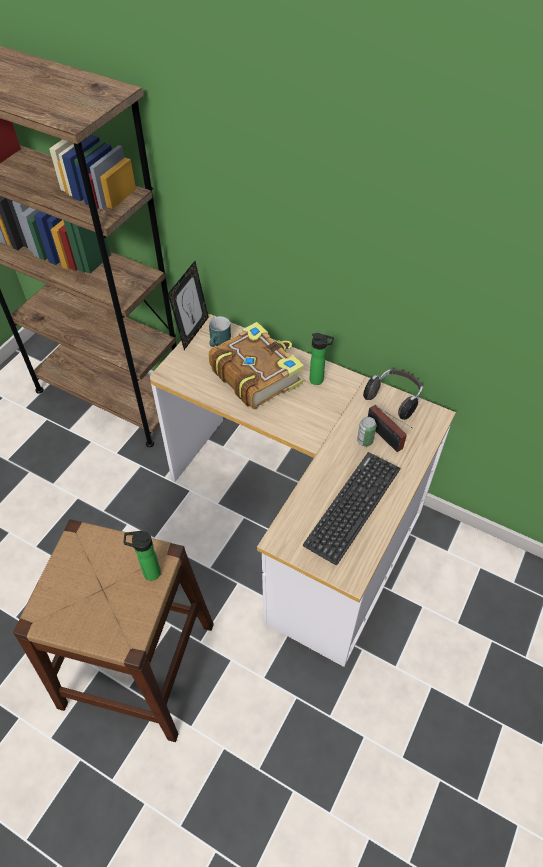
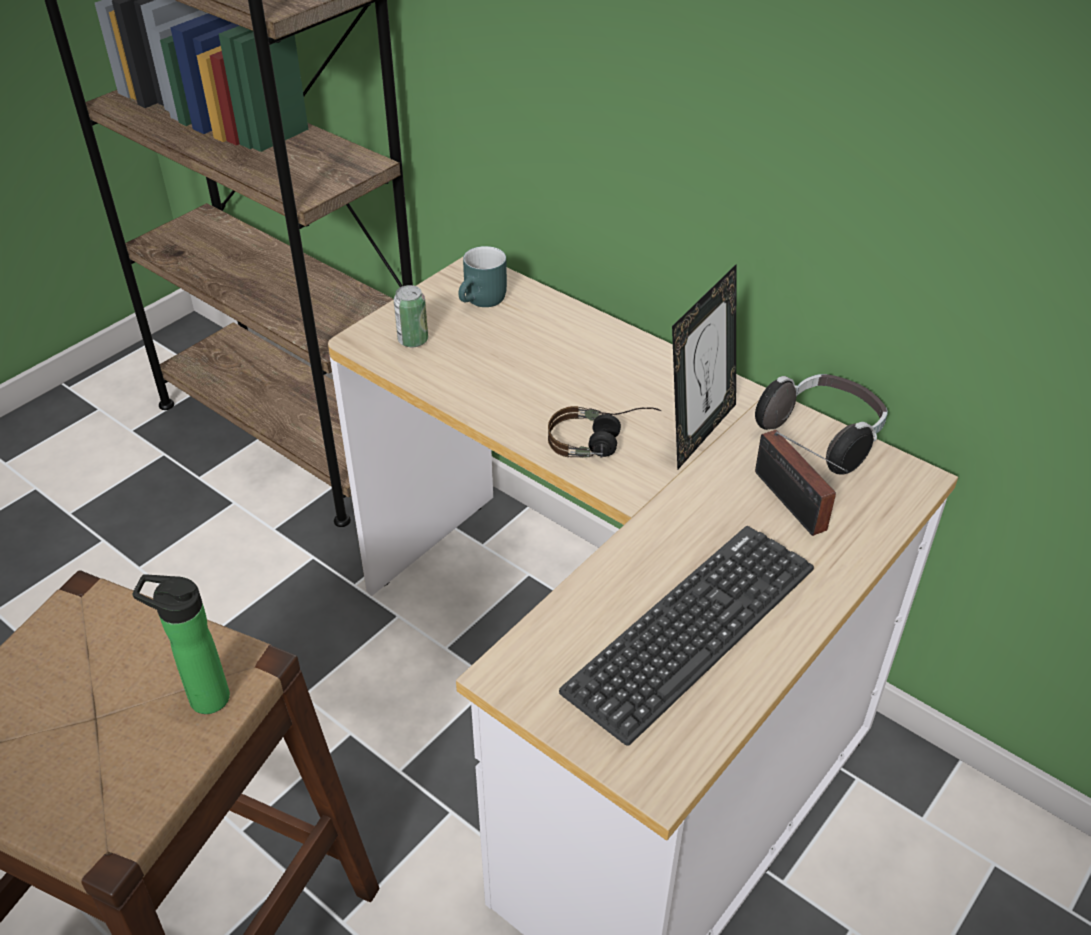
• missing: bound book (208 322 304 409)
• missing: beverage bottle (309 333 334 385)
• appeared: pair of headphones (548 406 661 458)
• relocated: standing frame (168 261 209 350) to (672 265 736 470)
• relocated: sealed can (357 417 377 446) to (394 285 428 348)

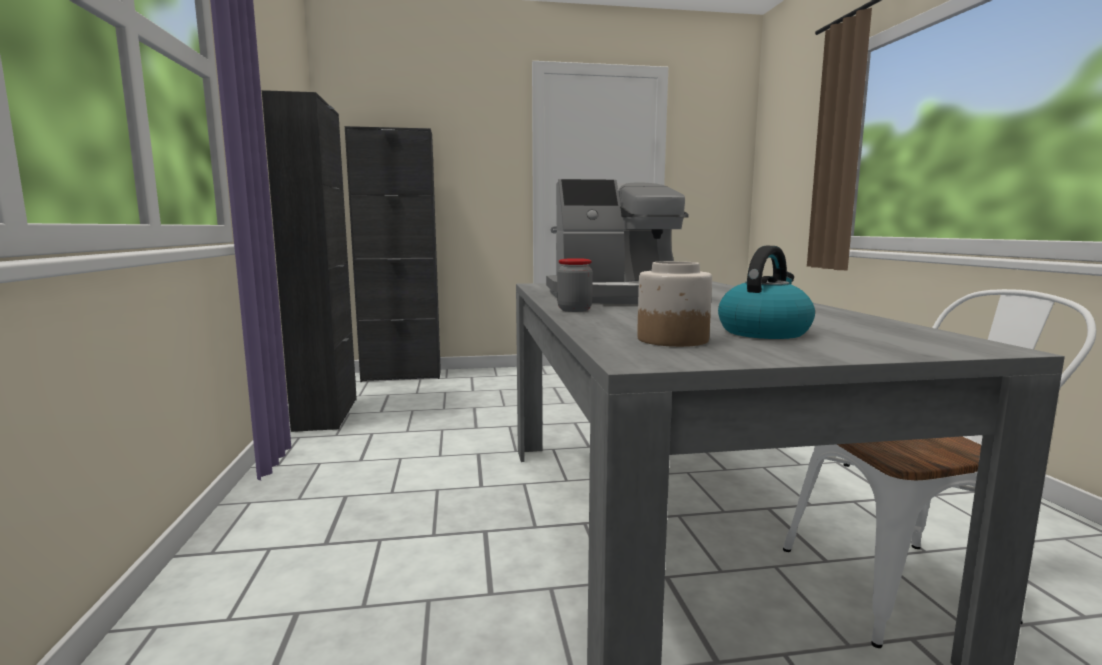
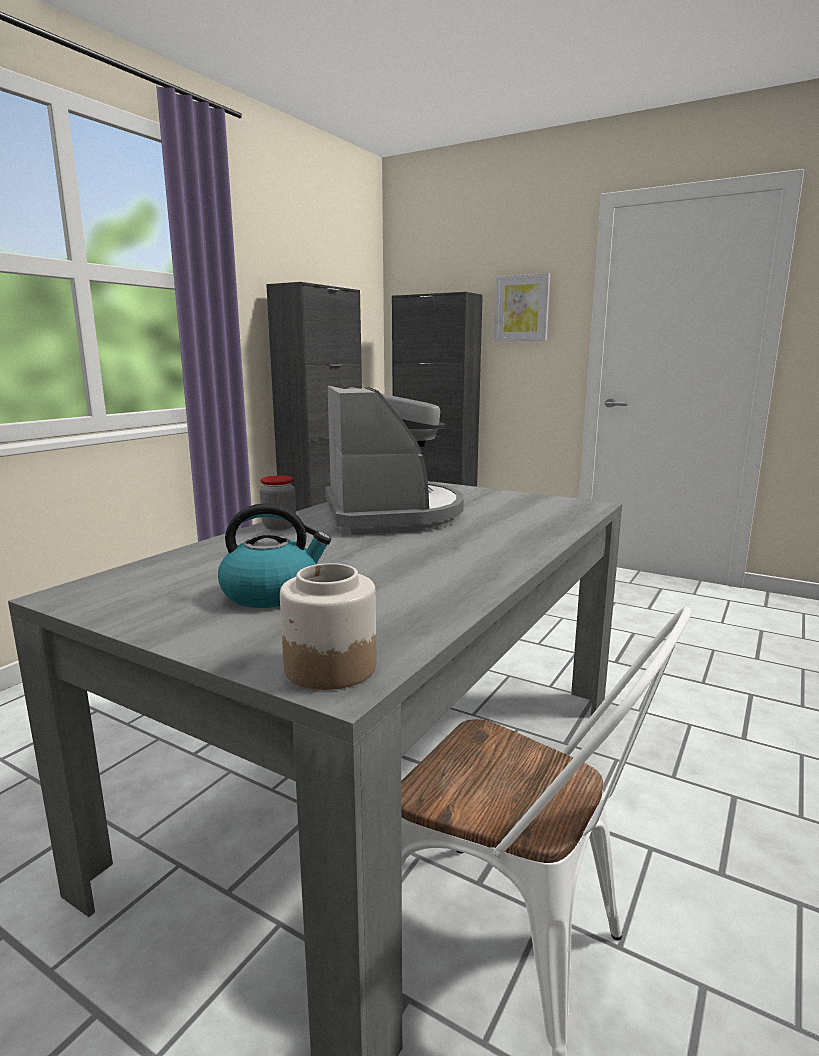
• appeared: wall art (494 273 550 341)
• relocated: storage jar (637 261 712 347) to (280 563 377 690)
• spun: coffee brewer (546 179 689 304) = (325 386 464 535) 135 degrees counterclockwise

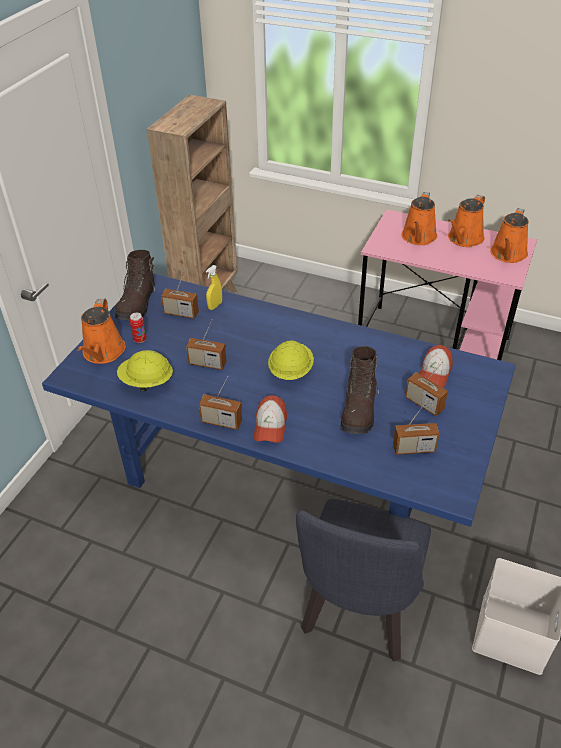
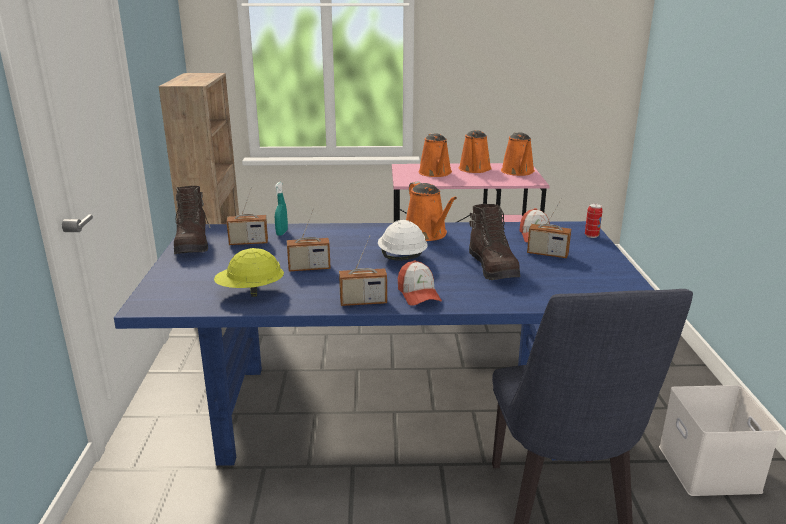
• missing: radio set (393 400 439 455)
• relocated: watering can (orange-coloured) (77 299 126 364) to (406 181 457 241)
• relocated: sealed can (129 313 147 343) to (585 203 603 238)
• colour: spray bottle (yellow-coloured) (206 265 222 310) to spray bottle (turquoise) (275 182 288 236)
• colour: hard hat (yellow-coloured) (268 340 314 380) to hard hat (white-coloured) (378 220 428 261)

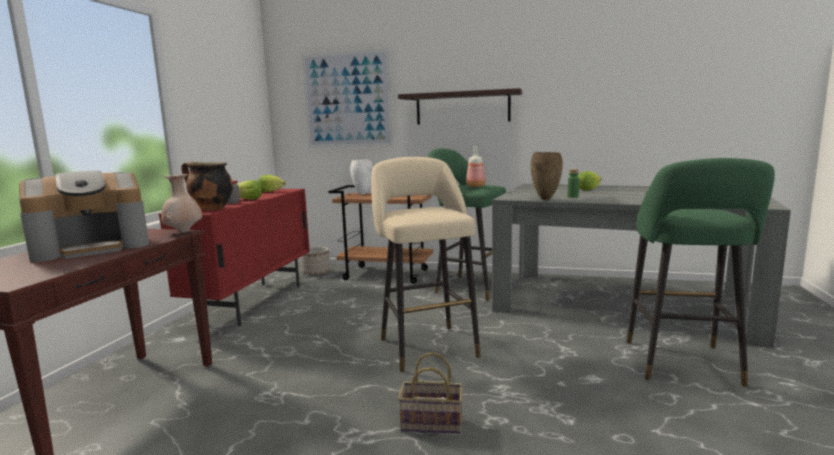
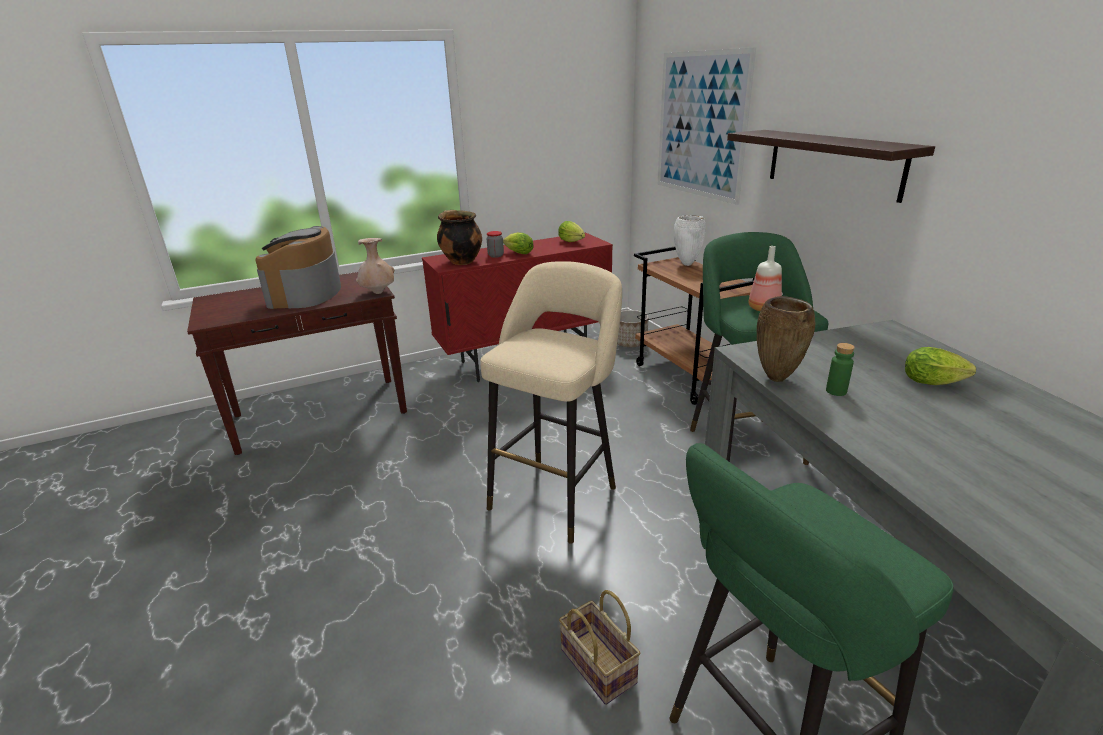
• relocated: household basket (398 352 463 434) to (559 590 640 705)
• spun: coffee brewer (19 171 149 262) = (256 226 341 309) 75 degrees clockwise

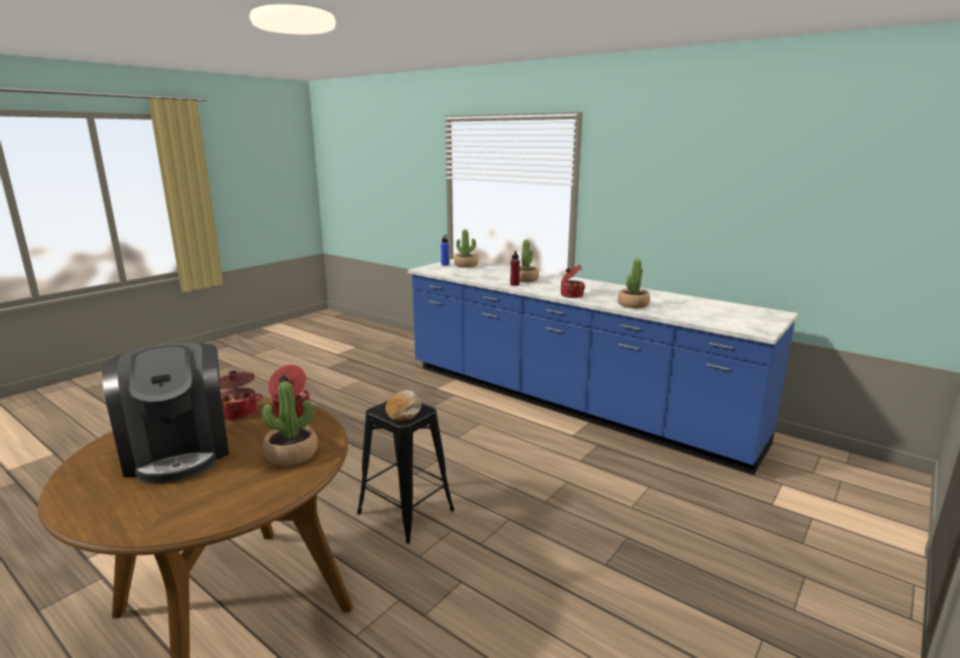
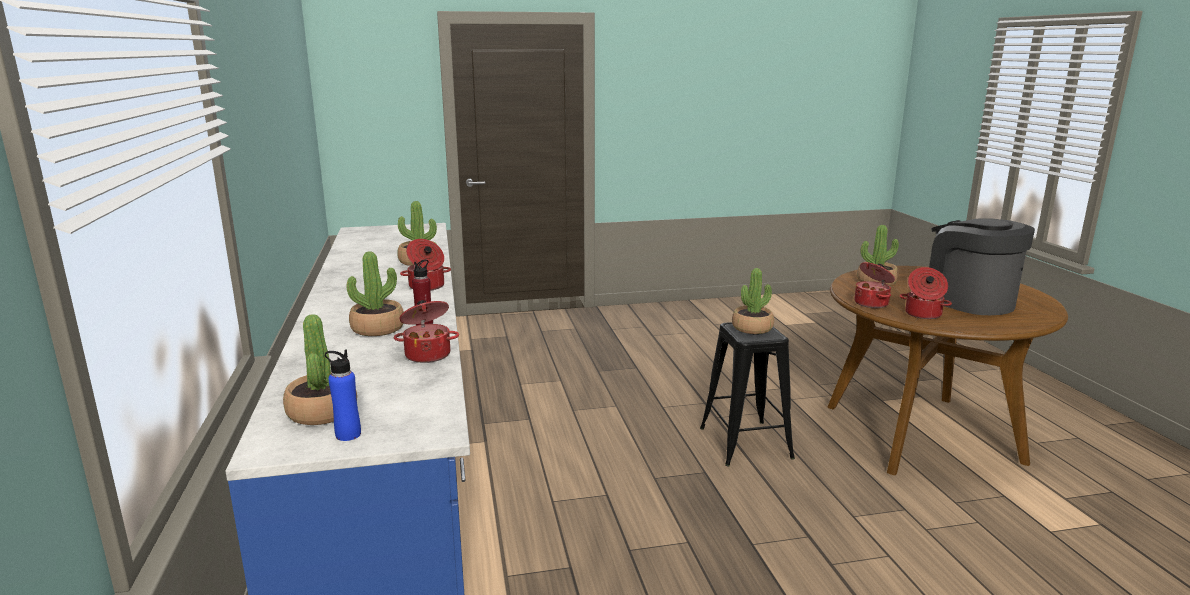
• appeared: stockpot (394 300 459 363)
• exchanged: baked bread (385 390 422 421) to houseplant (732 268 774 334)
• spun: coffee brewer (102 343 229 483) = (929 218 1035 315) 45 degrees counterclockwise

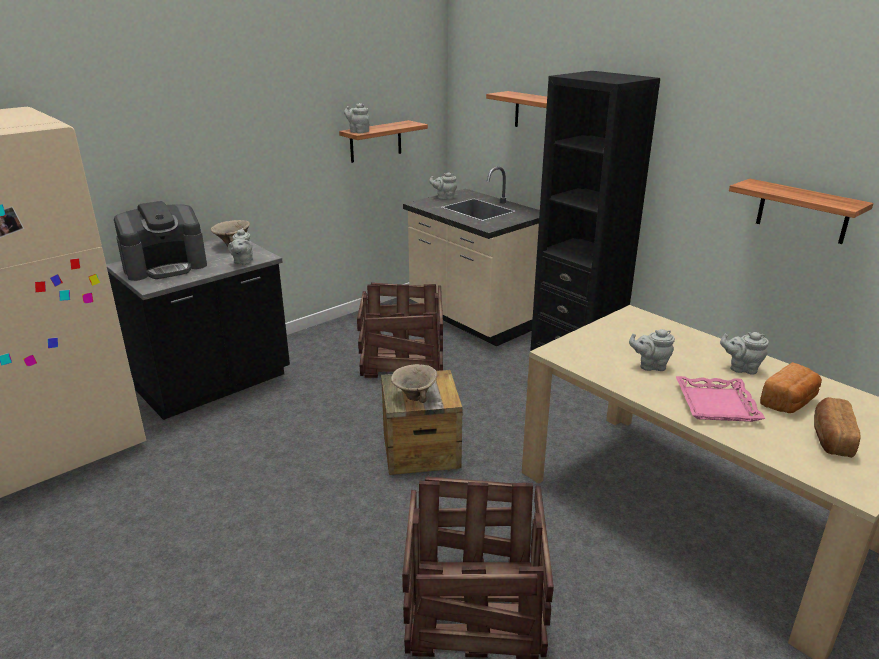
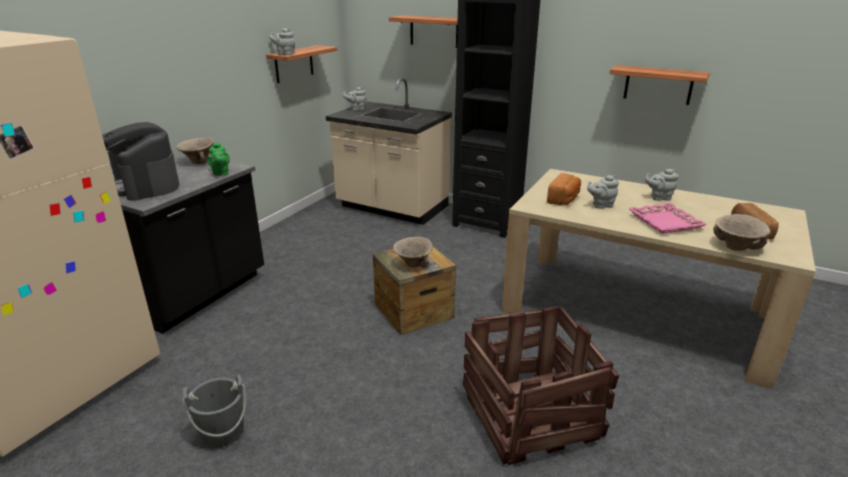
• missing: shipping crate (357 283 443 378)
• appeared: water bucket (grey) (182 374 246 448)
• appeared: bowl (beige) (713 214 770 251)
• relocated: baked bread (760 362 822 413) to (547 173 581 205)
• colour: pot for tea (grey) (228 228 253 265) to pot for tea (greenish) (207 142 230 176)
• spun: coffee brewer (114 201 207 281) = (102 122 179 201) 105 degrees clockwise

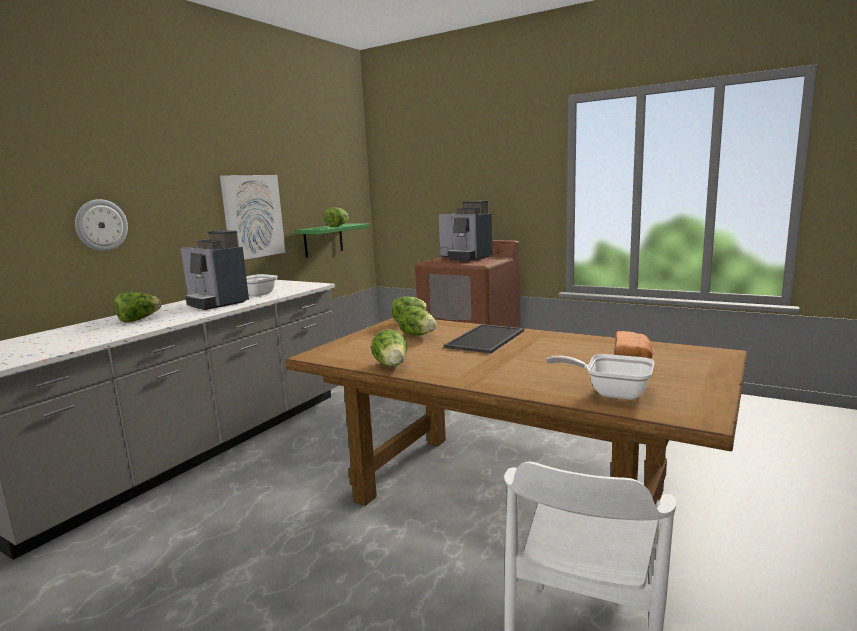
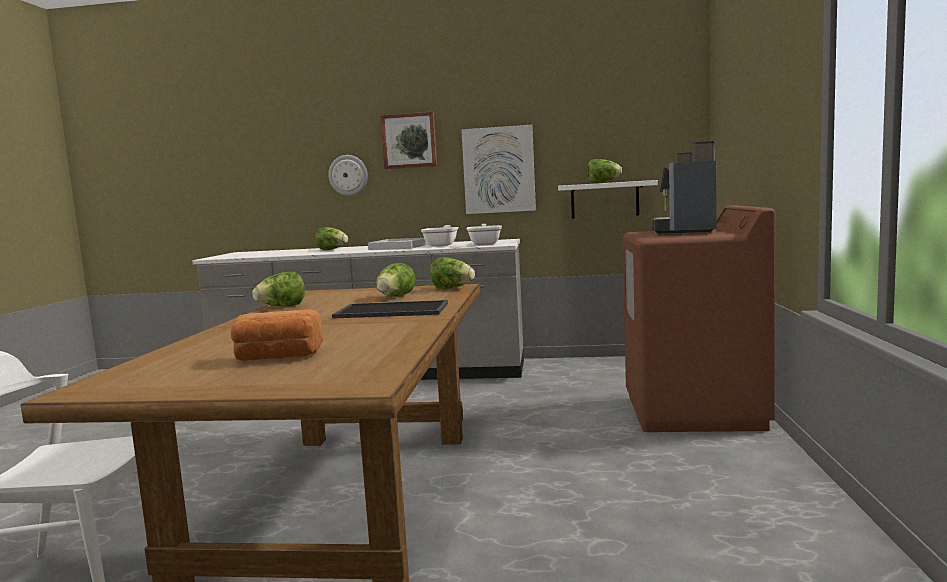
• appeared: wall art (381 112 437 169)
• relocated: skillet (546 354 655 400) to (466 224 502 246)
• exchanged: coffee brewer (181 230 249 310) to carrying tray (white-coloured) (368 238 429 250)
• colour: bracket shelf (greenish) (295 223 370 258) to bracket shelf (white-coloured) (558 180 658 219)

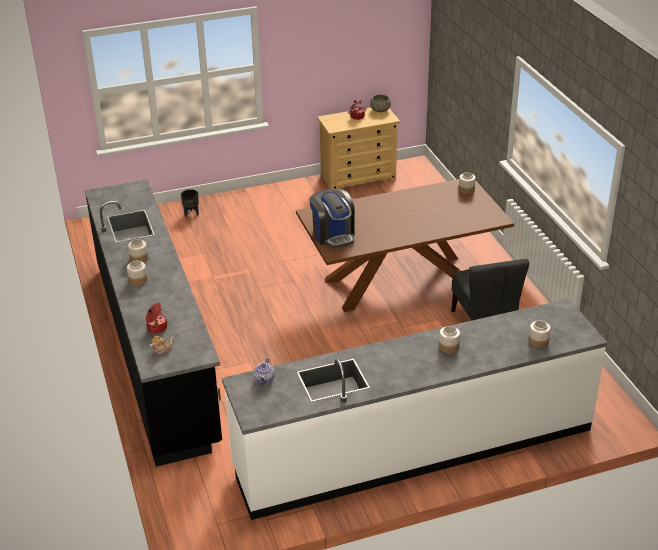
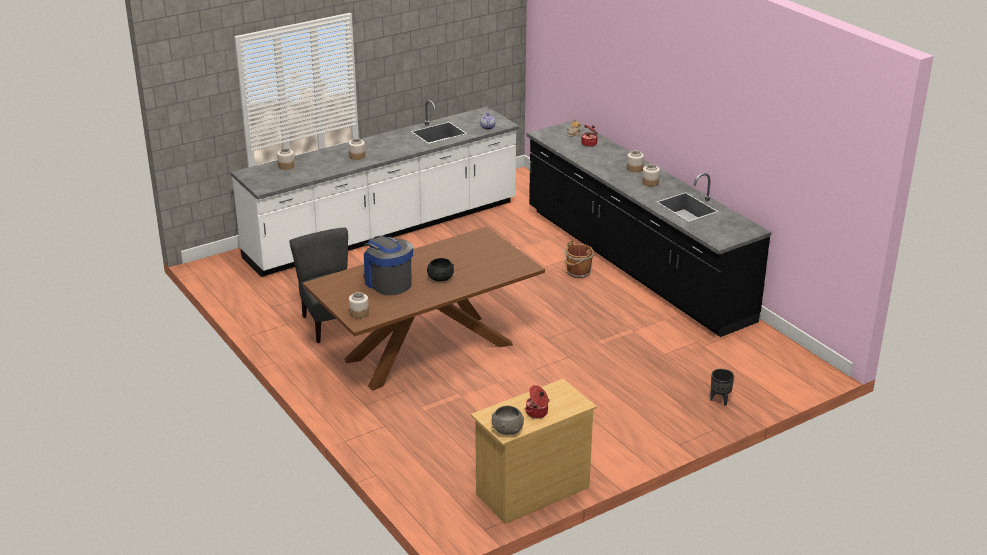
• appeared: bowl (black) (427 258 454 282)
• appeared: water bucket (brown-coloured) (563 240 594 278)
• relocated: coffee brewer (309 189 355 248) to (363 236 413 295)

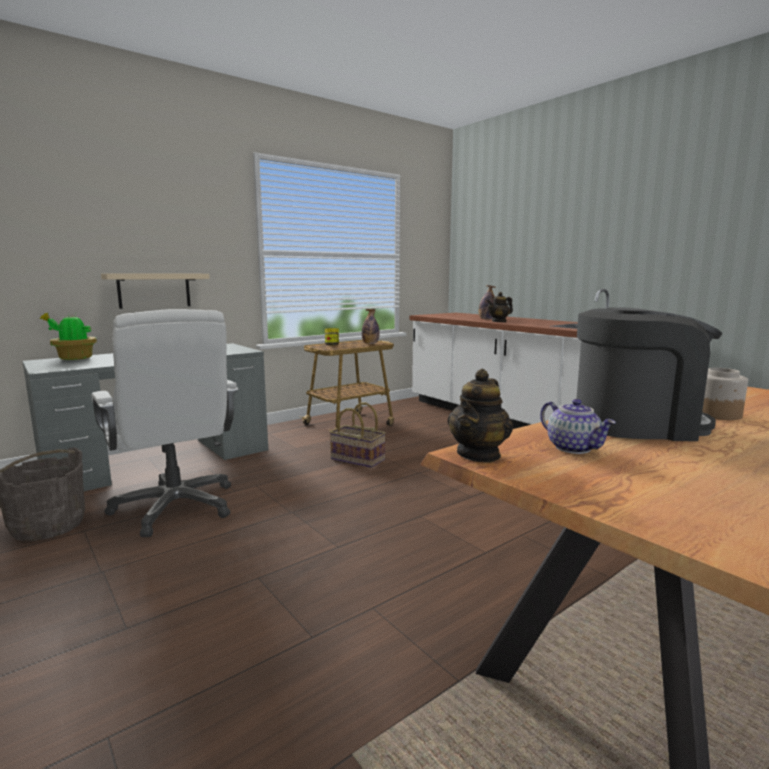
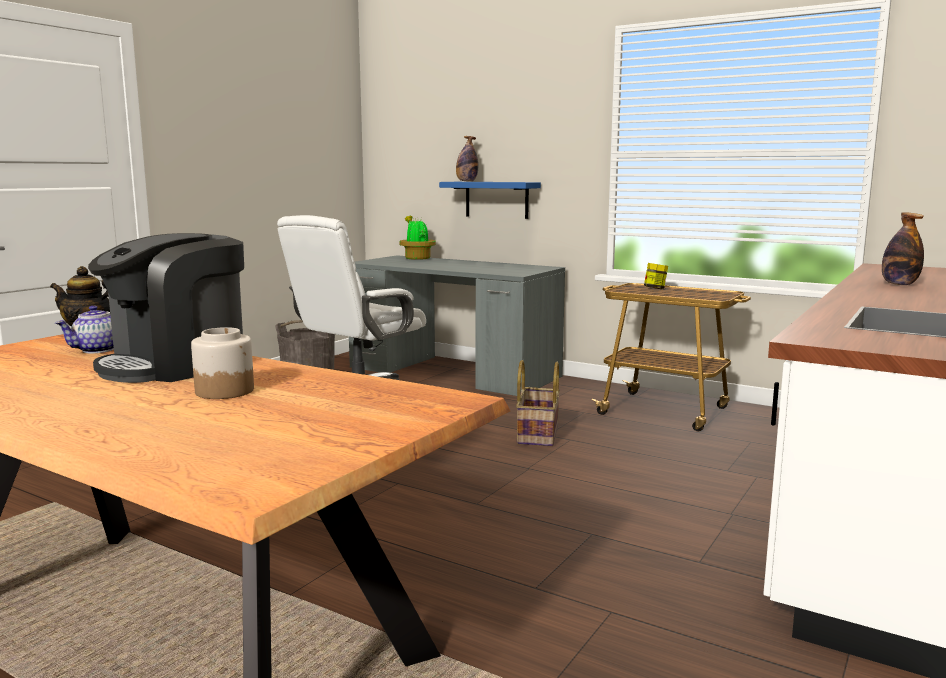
• missing: pot for tea (487 292 513 322)
• relocated: beverage bottle (362 309 380 344) to (456 136 479 182)
• colour: bracket shelf (beige) (101 273 210 309) to bracket shelf (blue) (439 182 541 219)
• spun: coffee brewer (576 307 723 441) = (88 233 244 383) 60 degrees clockwise

